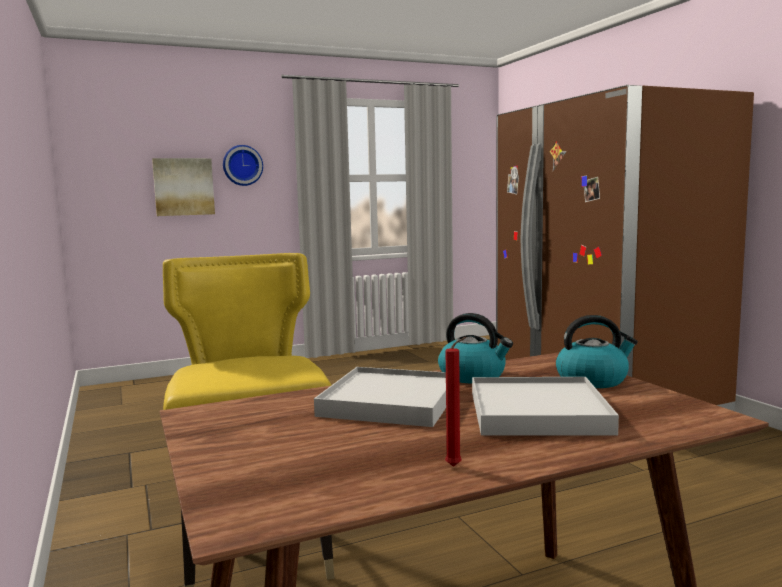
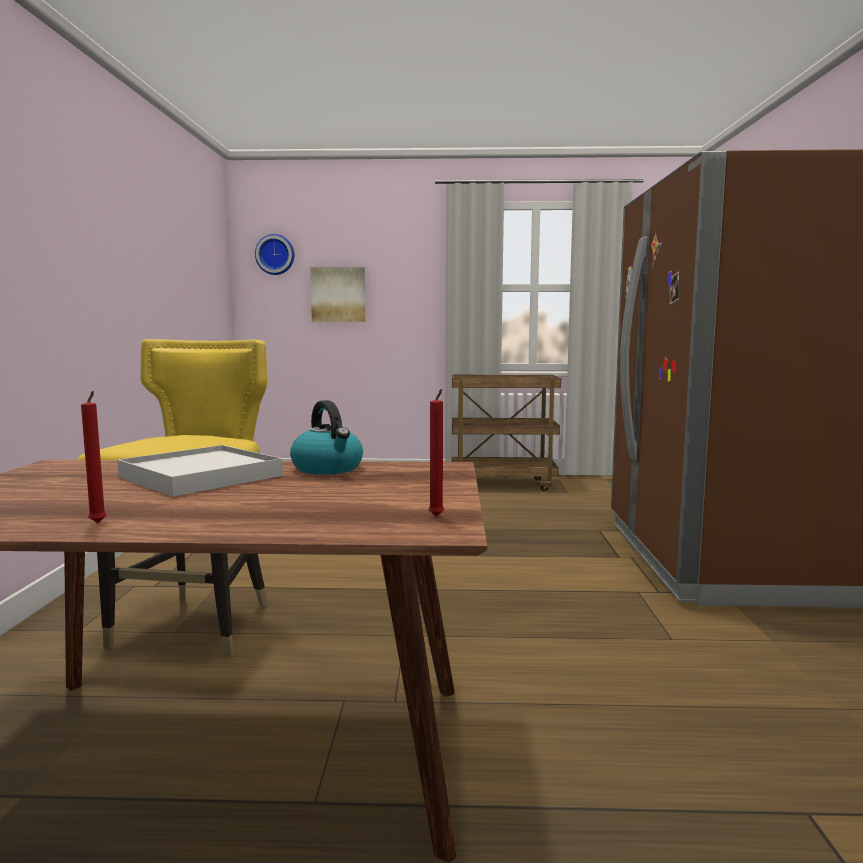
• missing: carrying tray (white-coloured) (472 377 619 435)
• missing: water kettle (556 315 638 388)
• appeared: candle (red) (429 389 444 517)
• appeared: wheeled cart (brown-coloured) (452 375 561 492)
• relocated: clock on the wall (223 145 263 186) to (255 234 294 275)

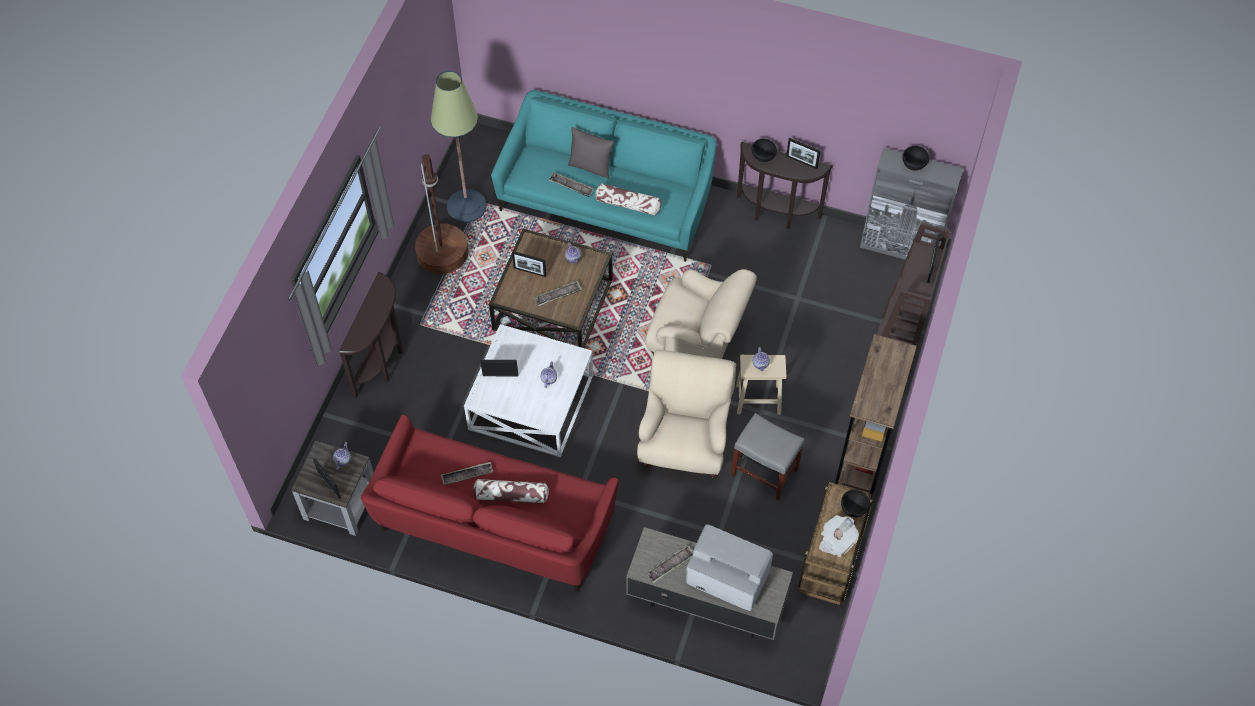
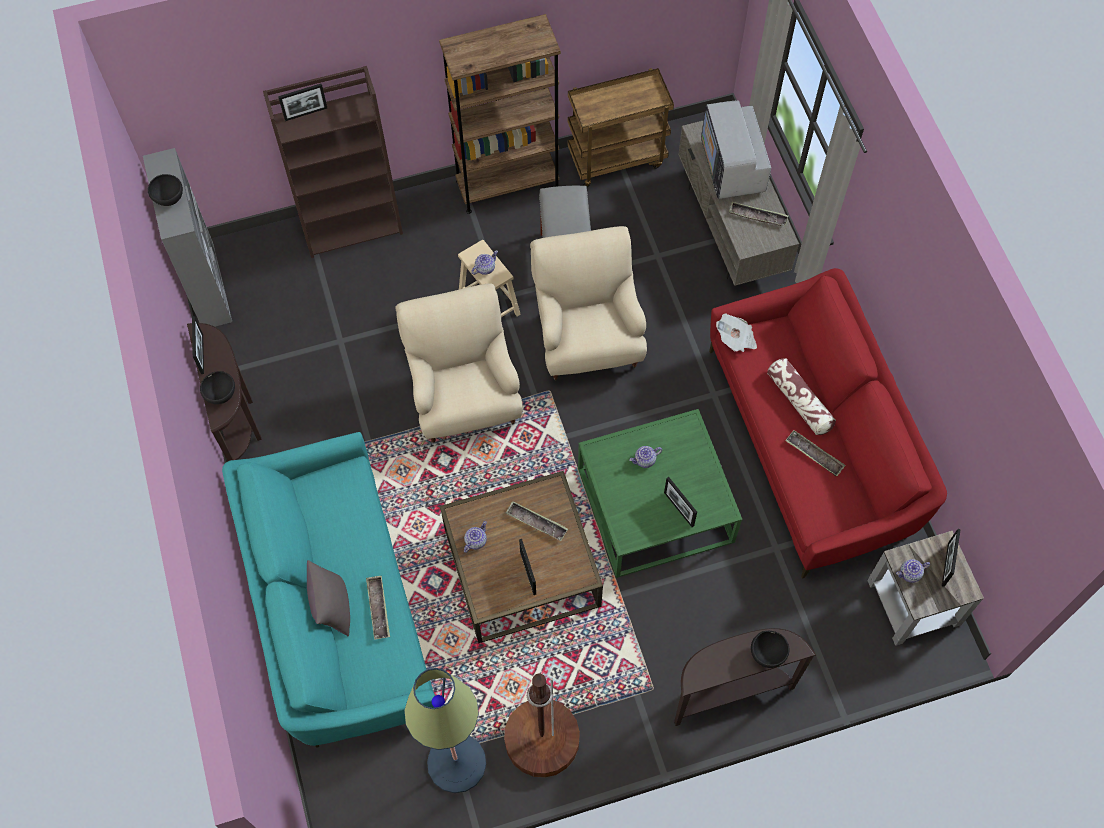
• missing: pillow (595 183 661 216)
• relocated: printed paper (819 515 859 557) to (716 313 757 352)
• relocated: bowl (black) (841 490 870 518) to (751 631 789 668)
• colour: coffee table (white-coloured) (464 324 593 457) to coffee table (greenish) (578 409 742 578)
• spun: lounge chair (beige) (637 350 736 479) = (530 226 647 381) 105 degrees clockwise

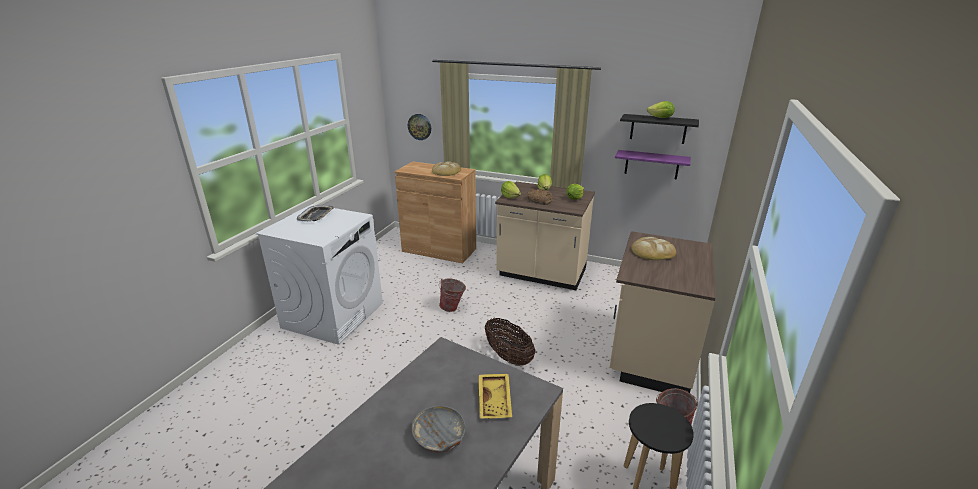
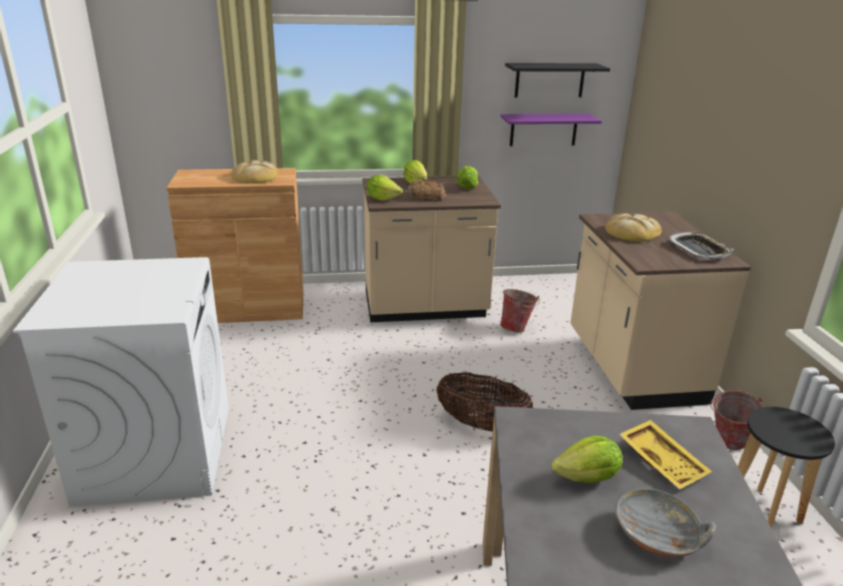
• missing: clock on the wall (408 114 431 140)
• relocated: carrying tray (297 205 334 221) to (668 232 734 260)
• relocated: water bucket (439 278 466 312) to (500 289 540 333)
• relocated: head of lettuce (647 101 675 118) to (551 436 623 483)

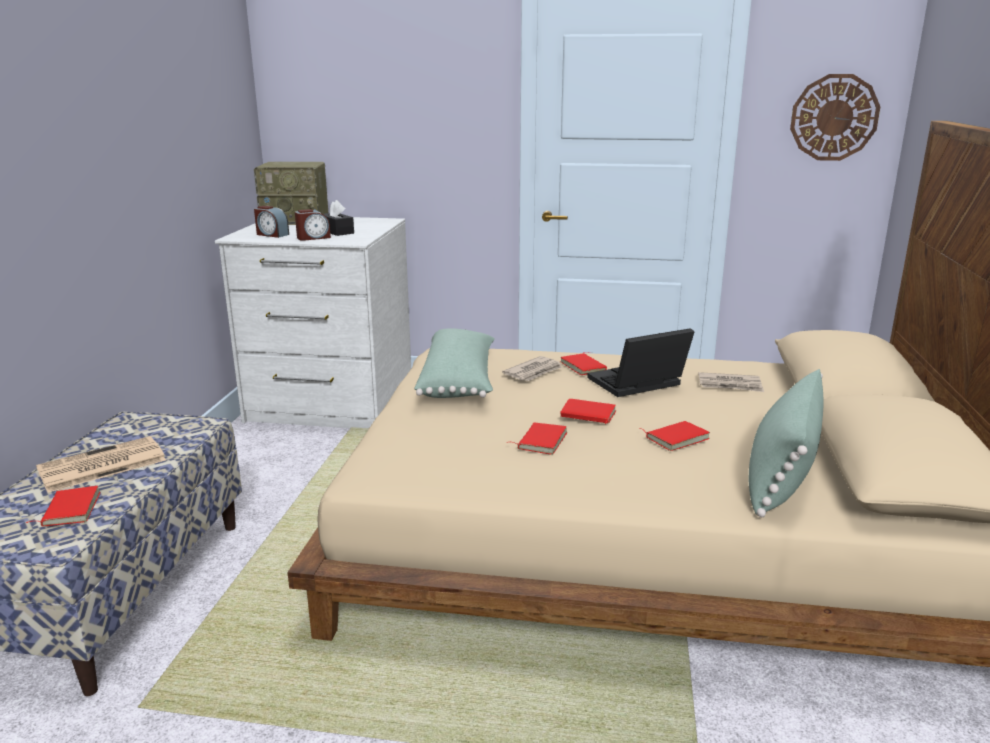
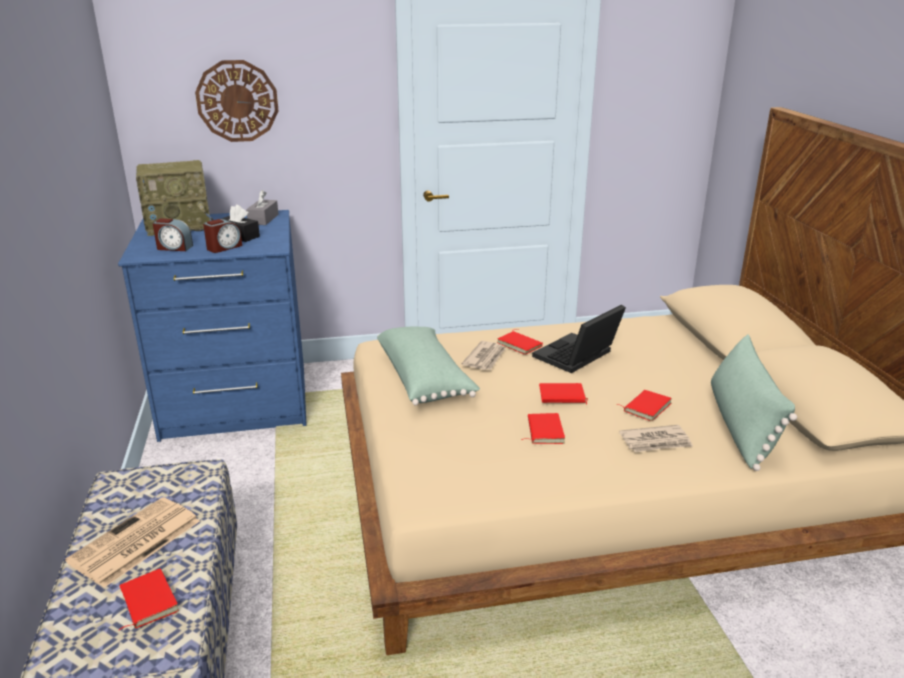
• appeared: tissue holder (grey) (246 190 279 225)
• relocated: printed paper (698 372 764 392) to (619 425 693 452)
• relocated: clock on the wall (790 74 880 161) to (195 60 279 142)
• colour: dresser (white-coloured) (215 217 411 428) to dresser (blue) (118 210 306 442)

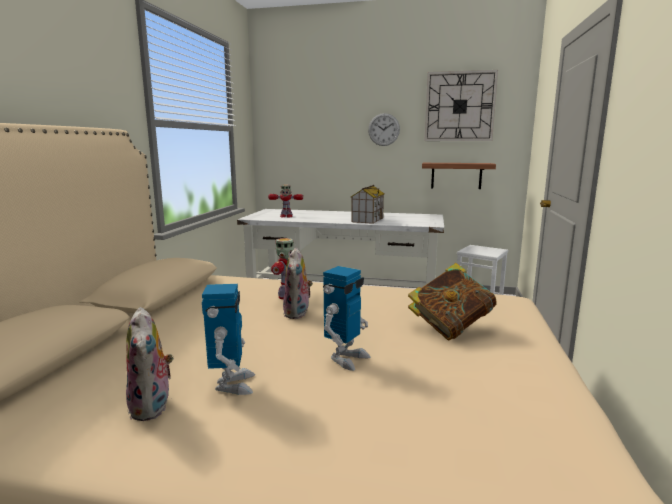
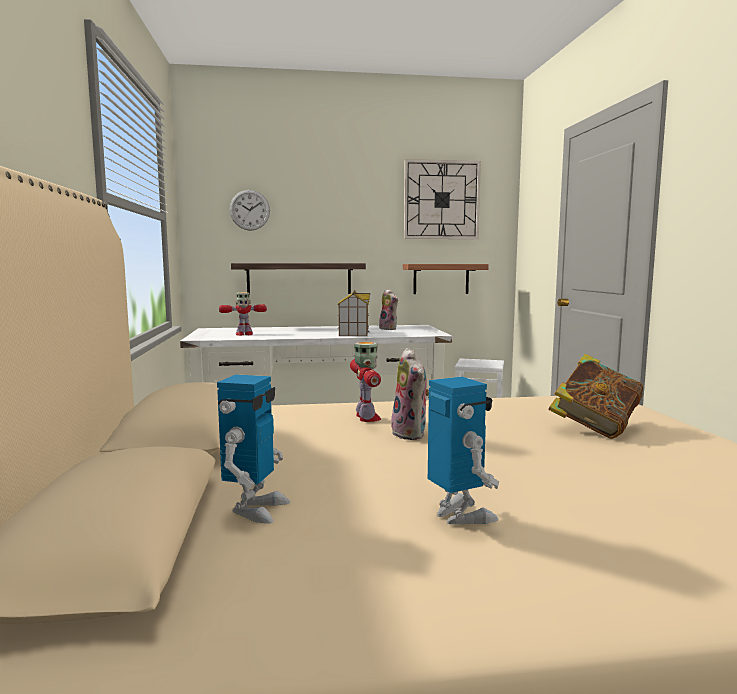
• appeared: bracket shelf (231 263 366 294)
• relocated: cuddly toy (126 307 174 421) to (379 289 398 330)
• relocated: toy robot (323 266 370 371) to (217 375 290 524)
• relocated: clock on the wall (368 113 400 146) to (230 190 270 231)

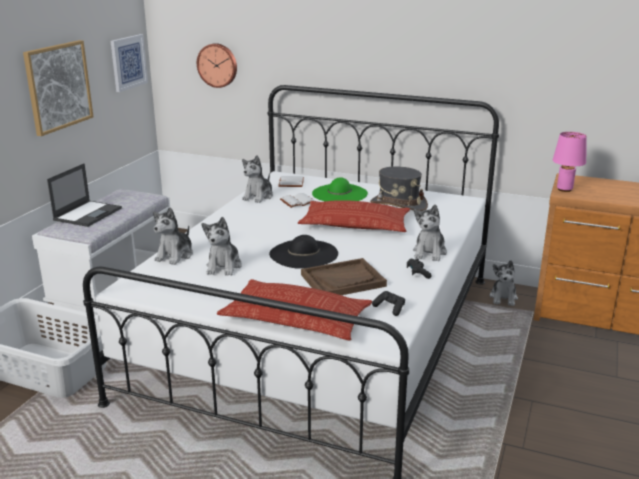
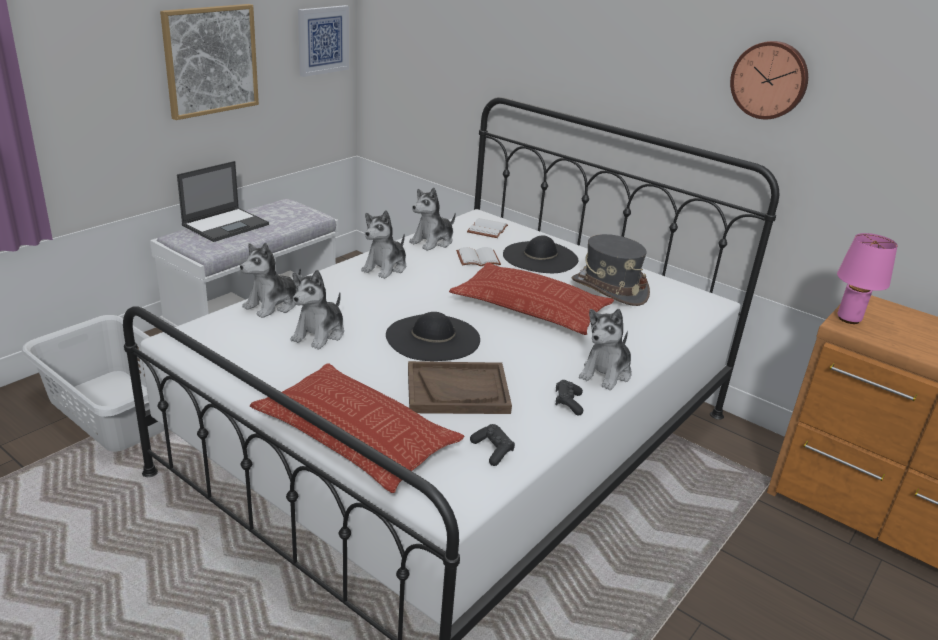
• relocated: clock on the wall (197 43 237 88) to (730 41 808 119)
• relocated: cuddly toy (489 260 518 306) to (361 210 406 279)
• colour: clothing hat (greenish) (312 177 368 201) to clothing hat (black) (503 236 578 273)

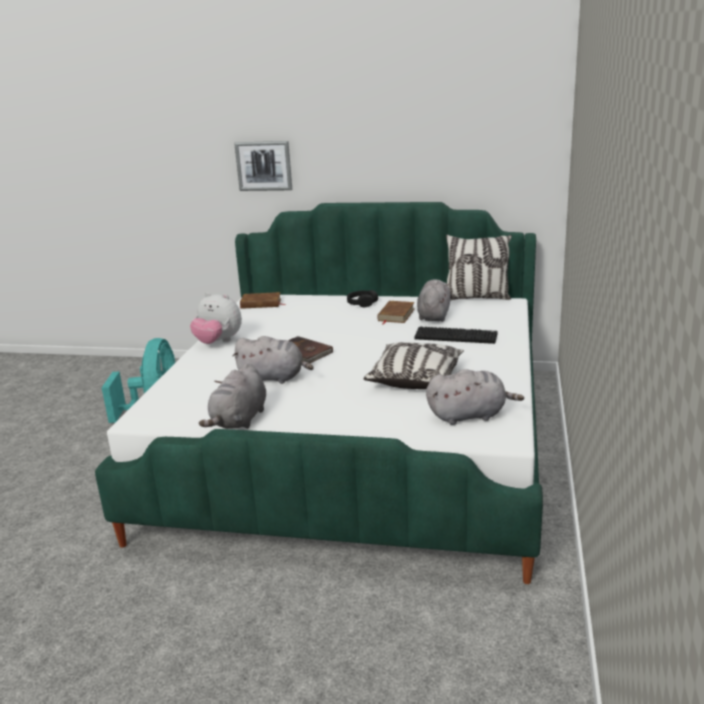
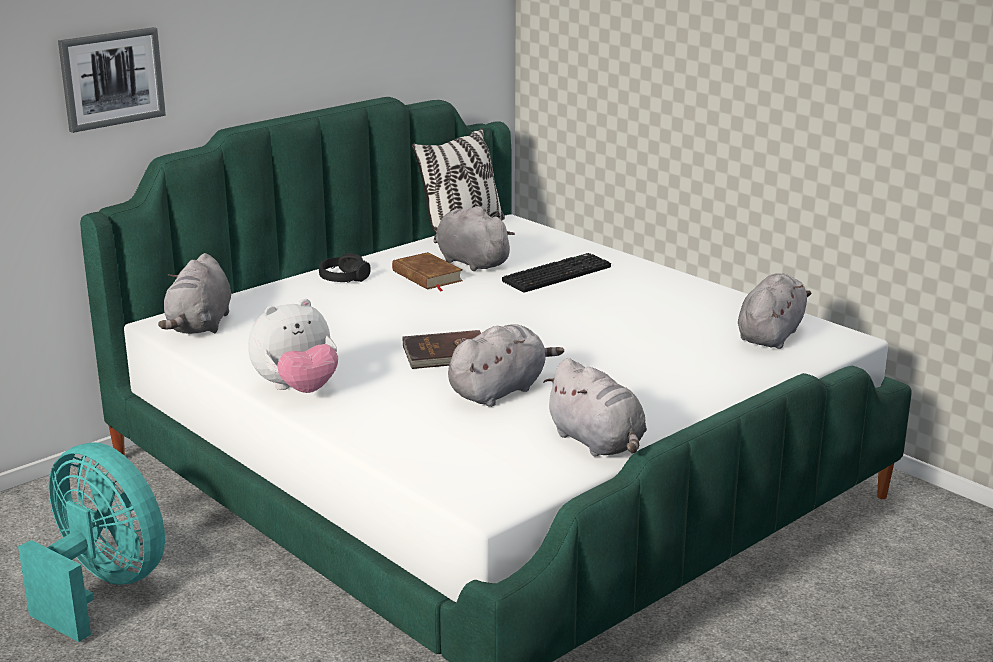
• missing: pillow (364 342 464 389)
• exchanged: bound book (brown-coloured) (240 292 286 309) to cuddly toy (grey) (158 253 231 334)

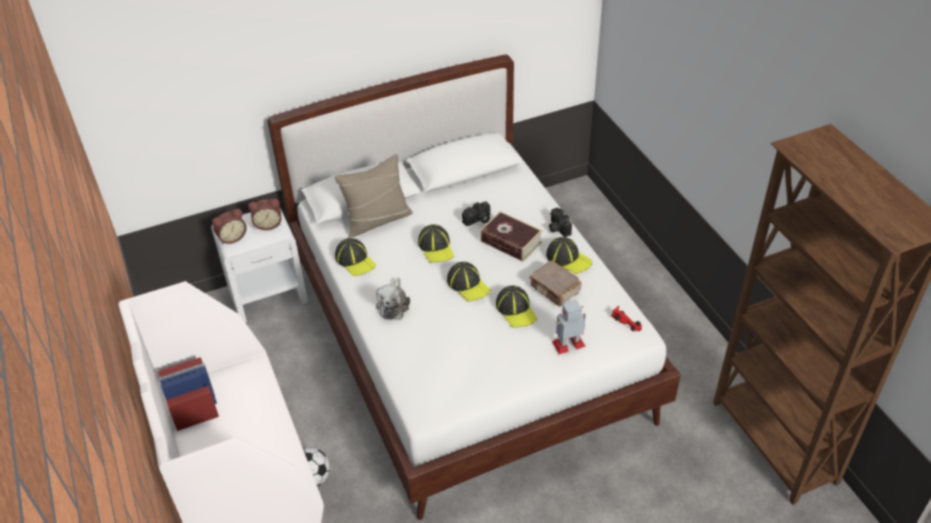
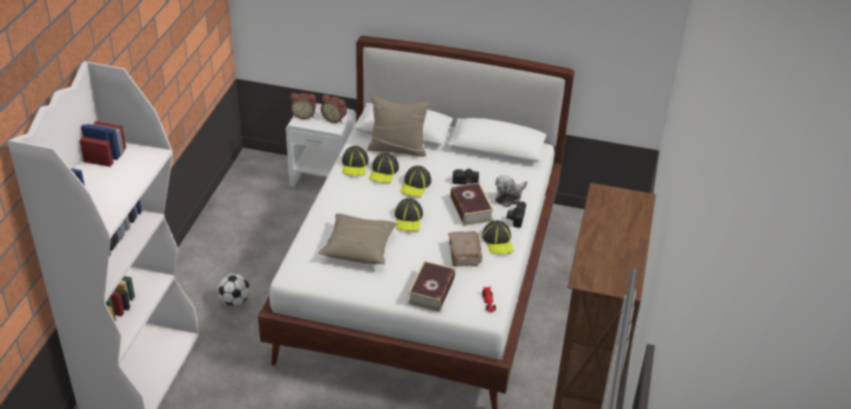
• appeared: pillow (beige) (319 214 397 264)
• relocated: cuddly toy (376 278 410 320) to (495 175 527 207)
• relocated: cap (496 286 537 328) to (369 152 399 183)
• exchanged: toy robot (552 300 586 354) to bound book (408 261 455 312)

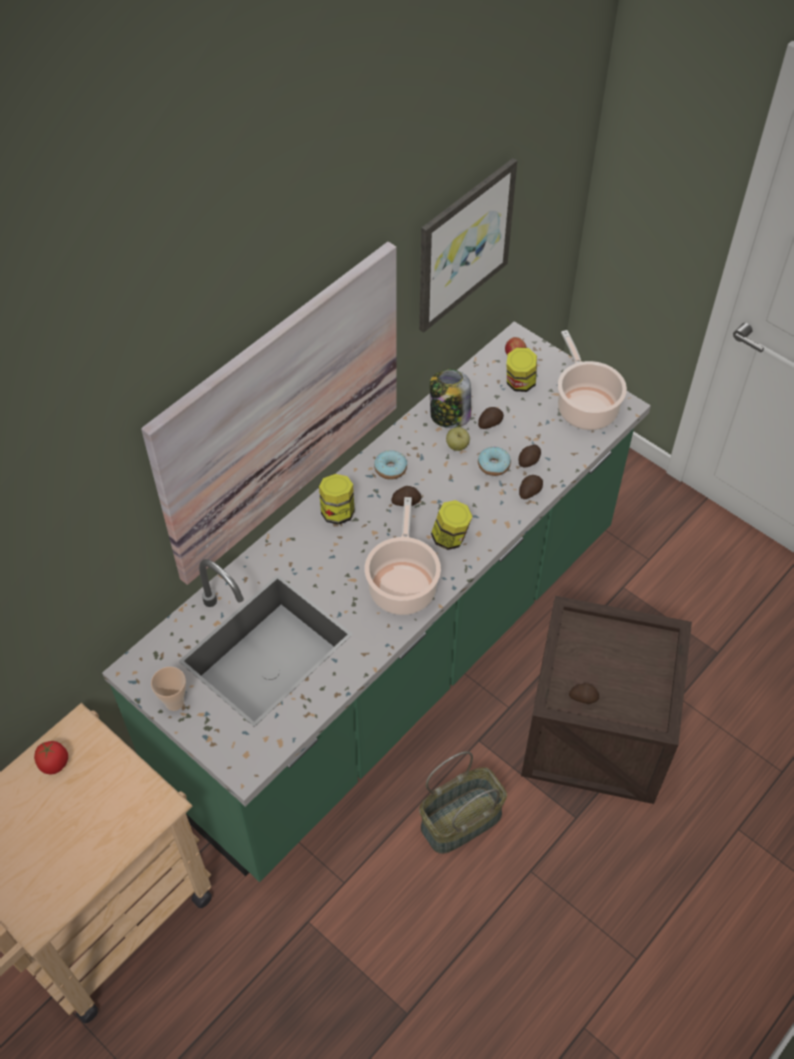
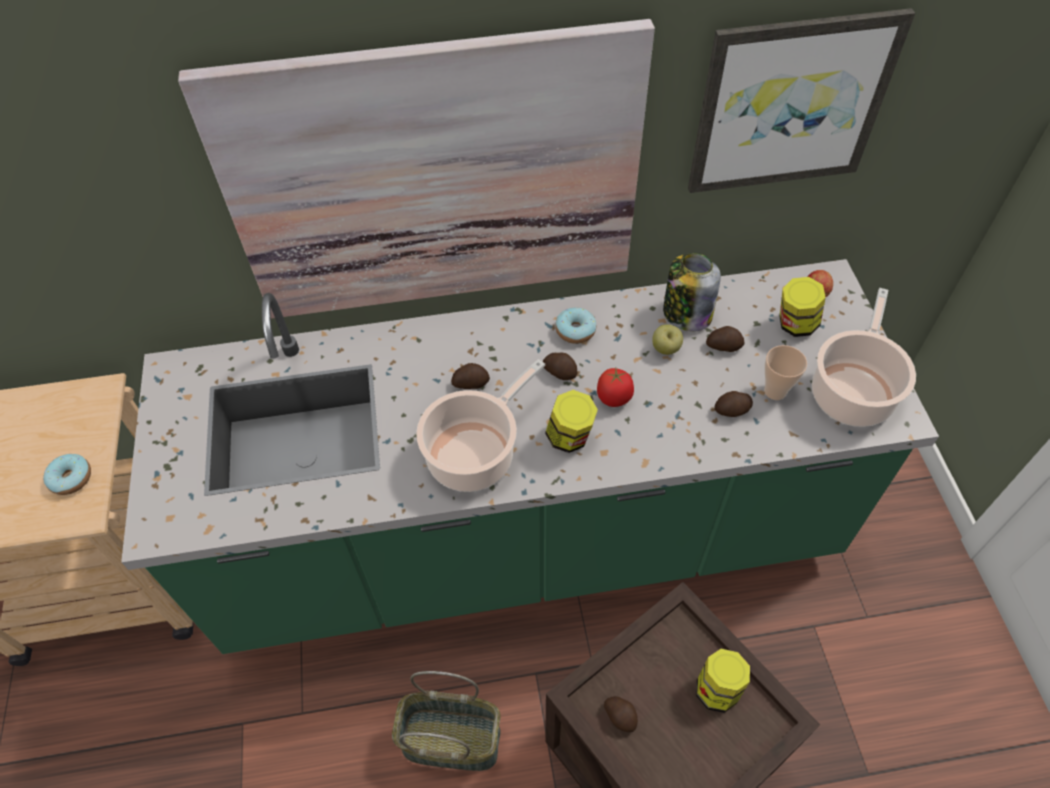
• relocated: fresh tomato (34 741 68 774) to (597 368 634 407)
• relocated: cup (151 667 186 711) to (764 345 807 400)
• relocated: storage jar (319 474 355 525) to (696 649 750 713)
• relocated: doughnut (478 447 511 476) to (43 454 91 495)
• relocated: spud (519 475 543 499) to (451 363 490 389)

